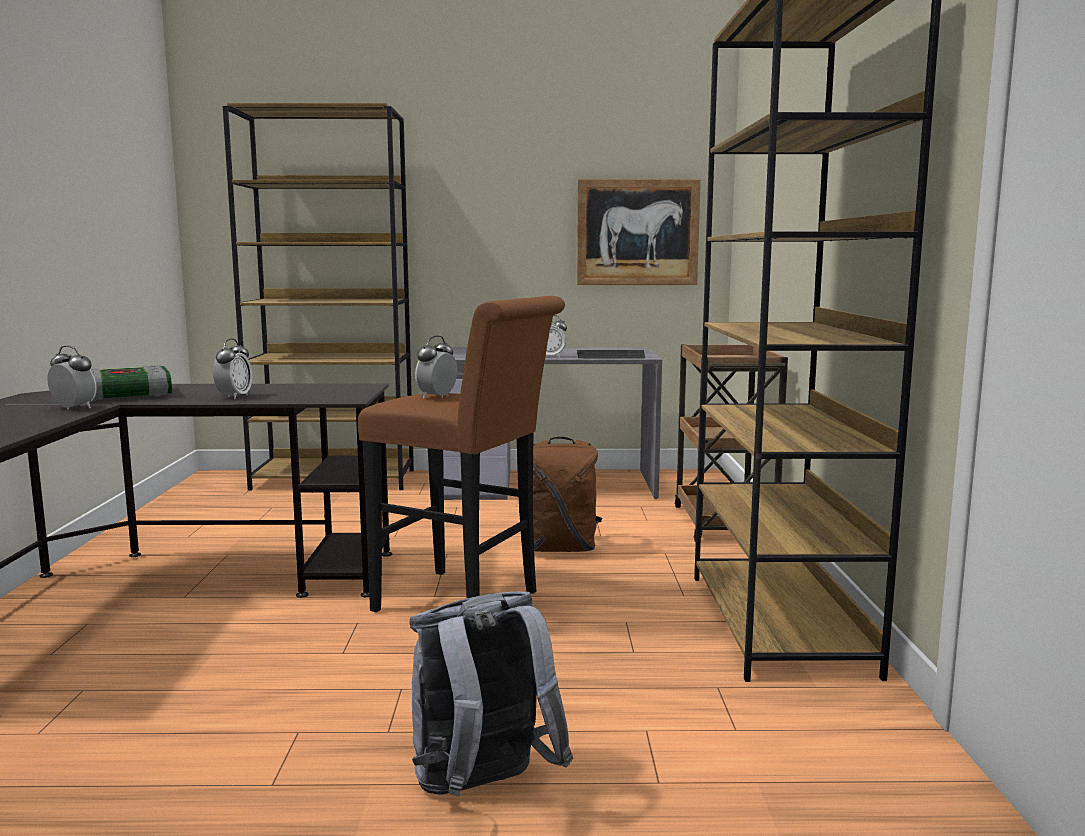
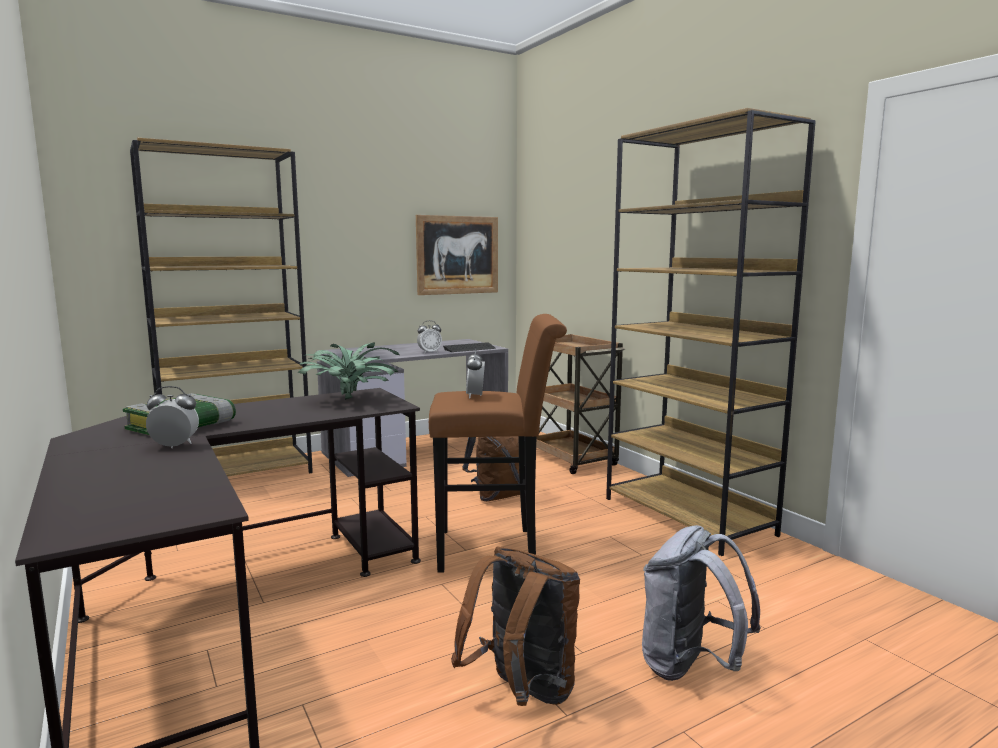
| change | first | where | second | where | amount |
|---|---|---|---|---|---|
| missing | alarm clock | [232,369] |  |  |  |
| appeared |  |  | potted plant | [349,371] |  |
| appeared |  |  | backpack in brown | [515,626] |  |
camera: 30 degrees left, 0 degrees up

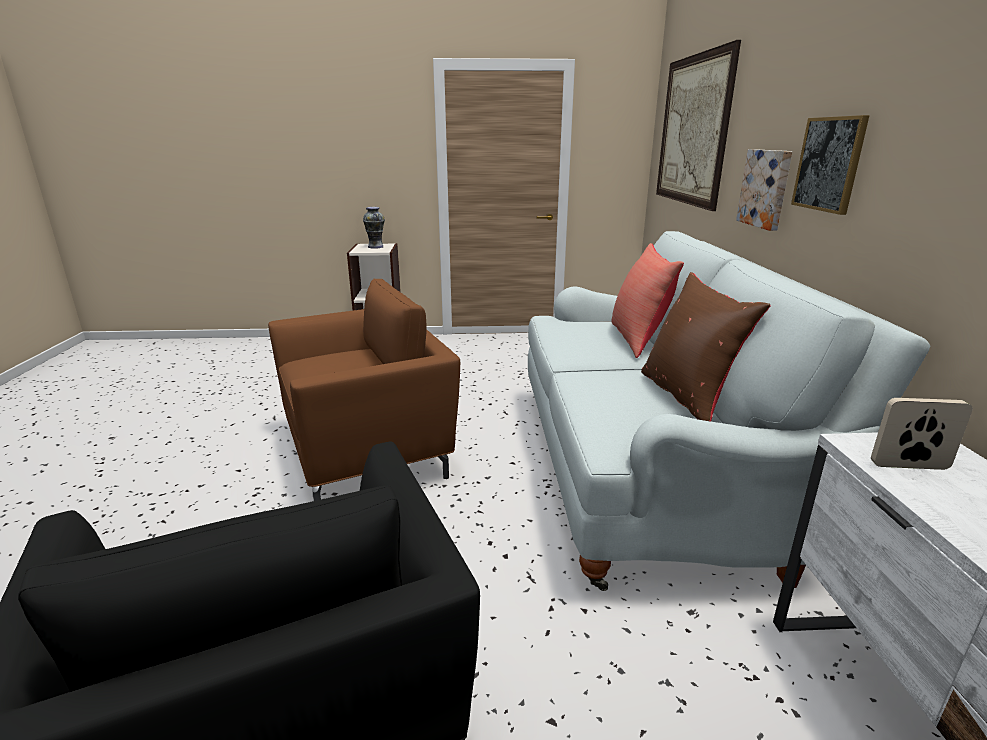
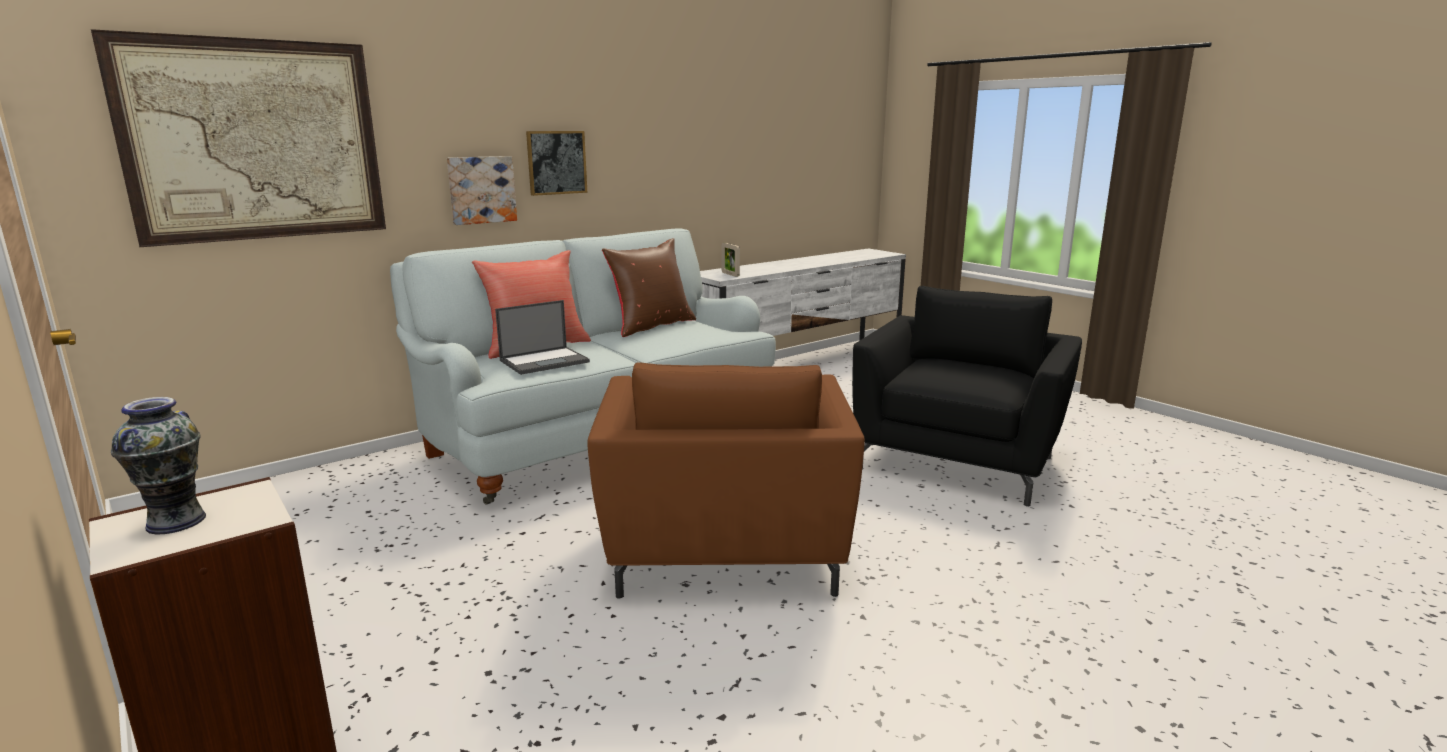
| change | first | where | second | where | amount |
|---|---|---|---|---|---|
| spun | armchair in brown | [364,390] |  | [726,480] | 120 degrees counterclockwise |
| appeared |  |  | laptop | [542,337] |  |
camera: 125 degrees left, 5 degrees down

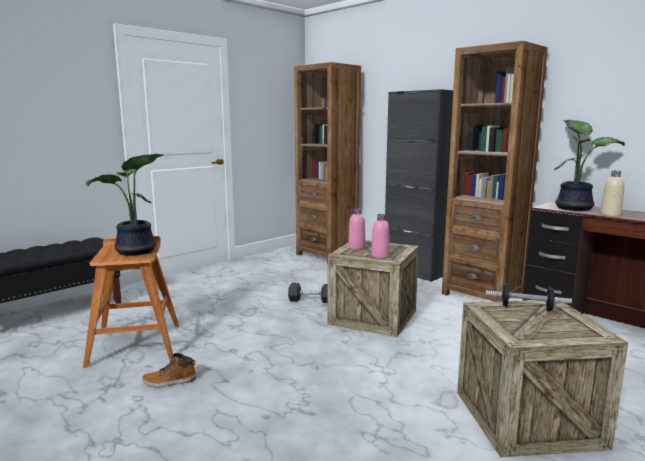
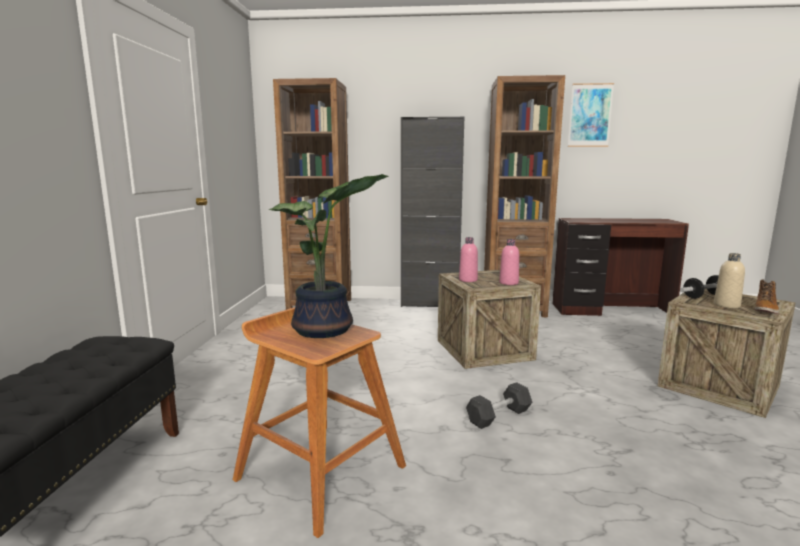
| change | first | where | second | where | amount |
|---|---|---|---|---|---|
| relocated | boot | [169,370] |  | [767,297] |  |
| relocated | dumbbell in grey | [307,293] |  | [499,405] |  |
| missing | potted plant | [589,165] |  |  |  |
| relocated | bottle in beige | [612,193] |  | [729,280] |  |
| appeared |  |  | picture | [591,115] |  |
camera: 40 degrees left, 0 degrees up

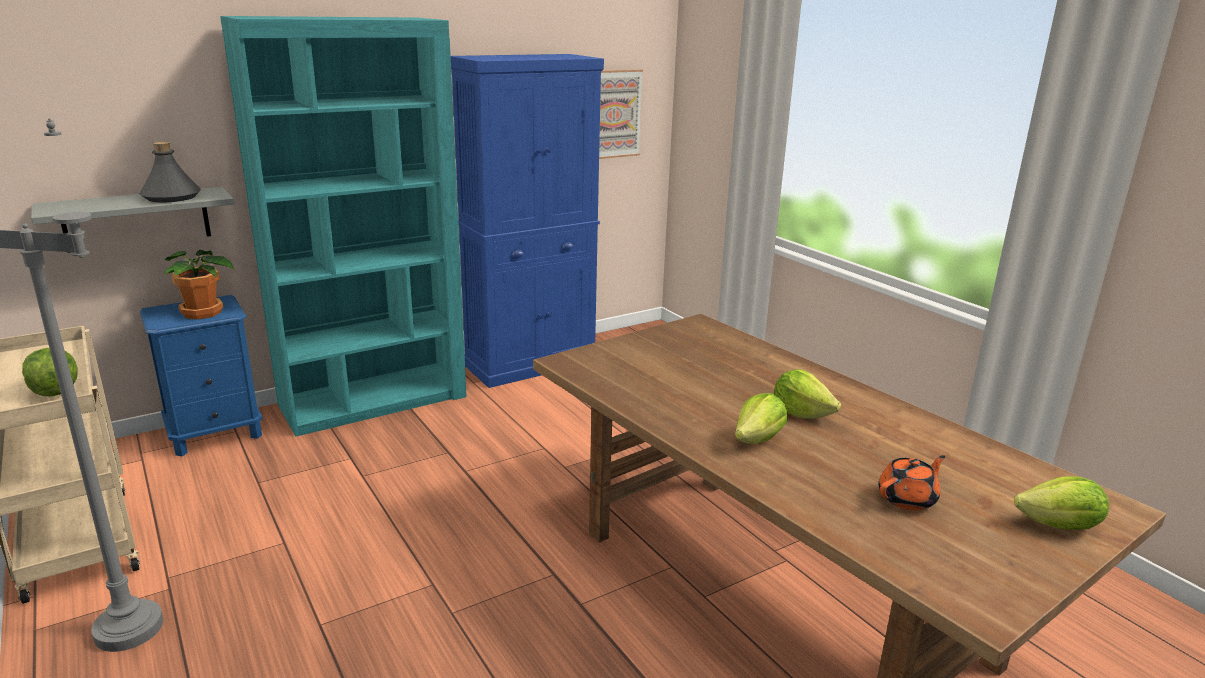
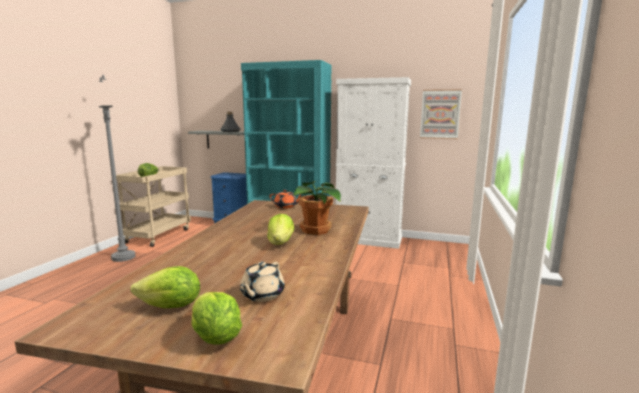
| change | first | where | second | where | amount |
|---|---|---|---|---|---|
| relocated | potted plant | [199,285] |  | [317,208] |  |
| colour | cabinet in blue | [527,221] | cabinet in white | [373,163] |  |
| relocated | lettuce | [761,418] |  | [165,287] |  |
| relocated | teapot in orange | [911,483] |  | [286,199] |  |
| appeared |  |  | teapot in beige | [262,282] |  |
camera: 50 degrees right, 10 degrees down

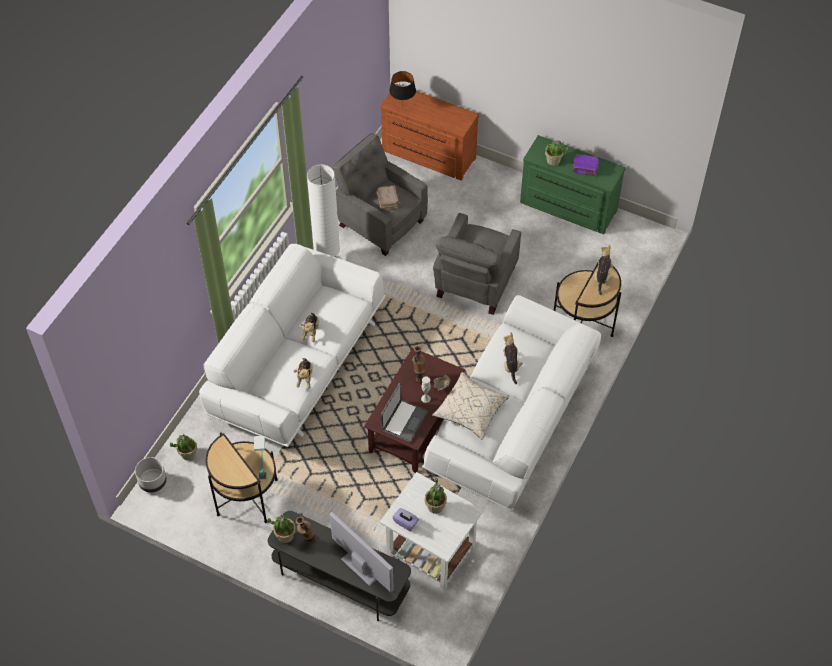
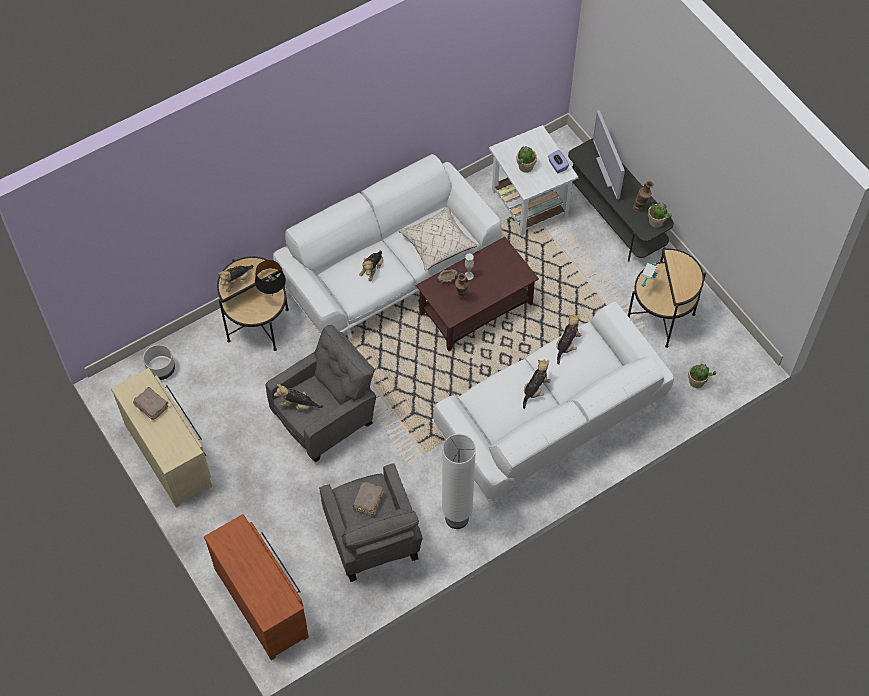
| change | first | where | second | where | amount |
|---|---|---|---|---|---|
| relocated | planter in grey | [151,475] |  | [159,362] |  |
| missing | laptop | [404,413] |  |  |  |
| relocated | table lamp in black | [402,85] |  | [270,278] |  |
| colour | dresser in green | [573,184] | dresser in beige | [161,437] |  |
| missing | potted plant | [557,153] |  |  |  |
| colour | book in purple | [585,165] | book in brown | [150,403] |  |
| appeared |  |  | plush toy | [298,397] |  |
camera: 150 degrees left, 5 degrees up

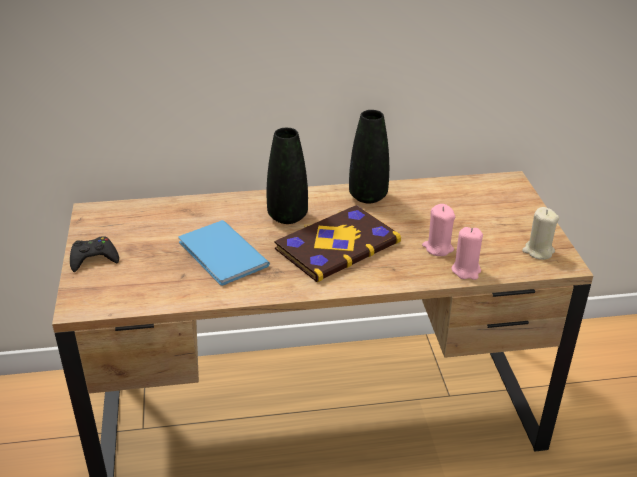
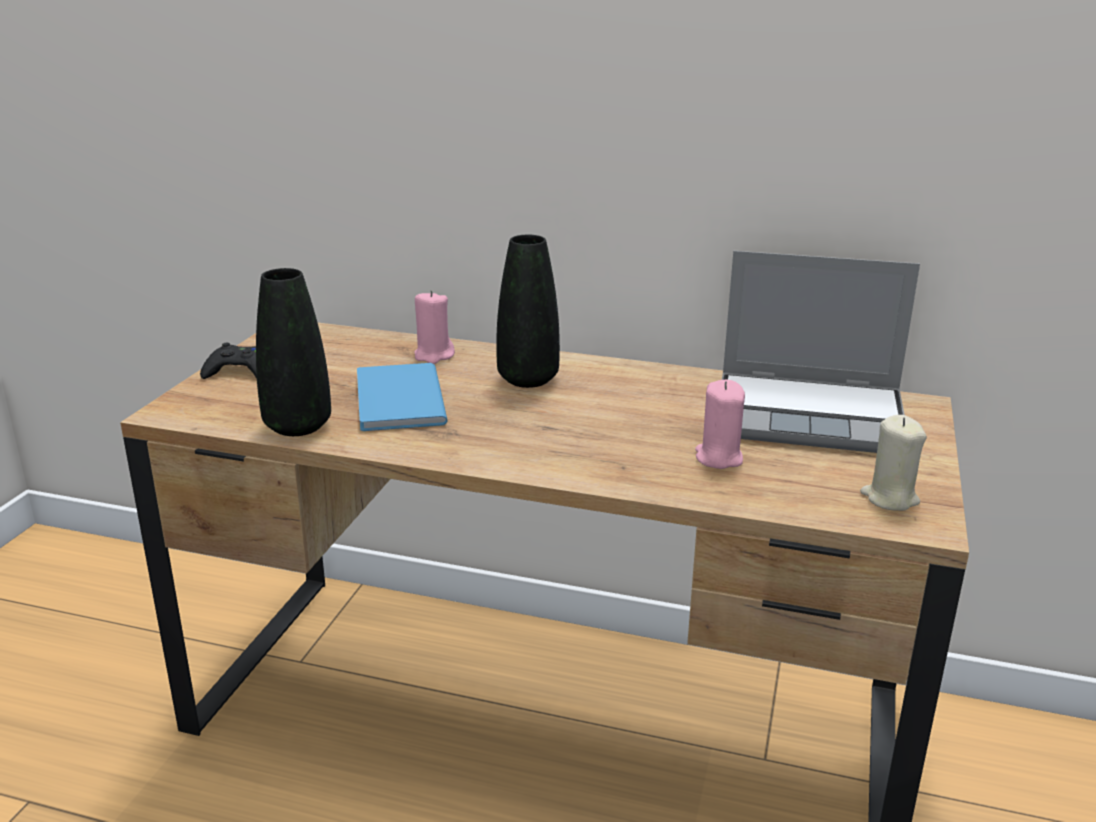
| change | first | where | second | where | amount |
|---|---|---|---|---|---|
| missing | book | [338,243] |  |  |  |
| relocated | vase in black | [369,156] |  | [293,352] |  |
| relocated | candle in pink | [467,253] |  | [434,327] |  |
| appeared |  |  | laptop | [821,352] |  |
camera: 25 degrees right, 10 degrees down

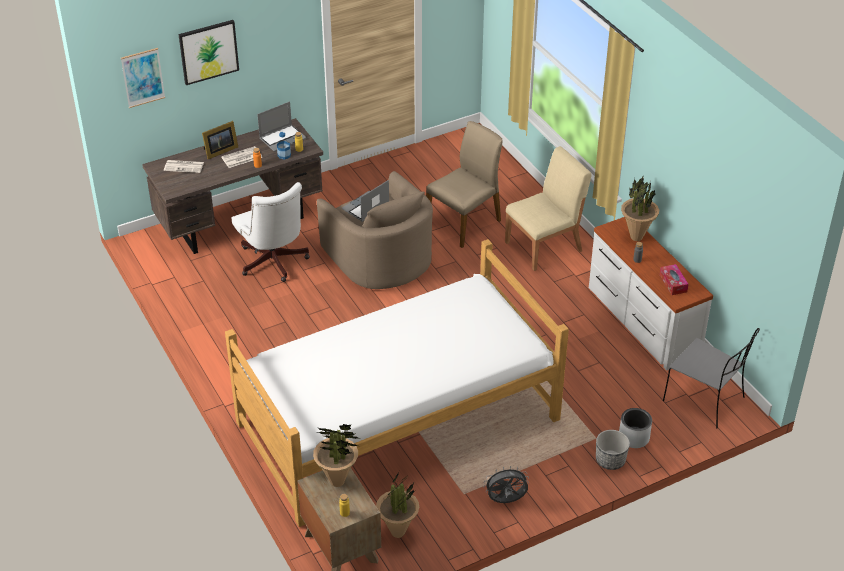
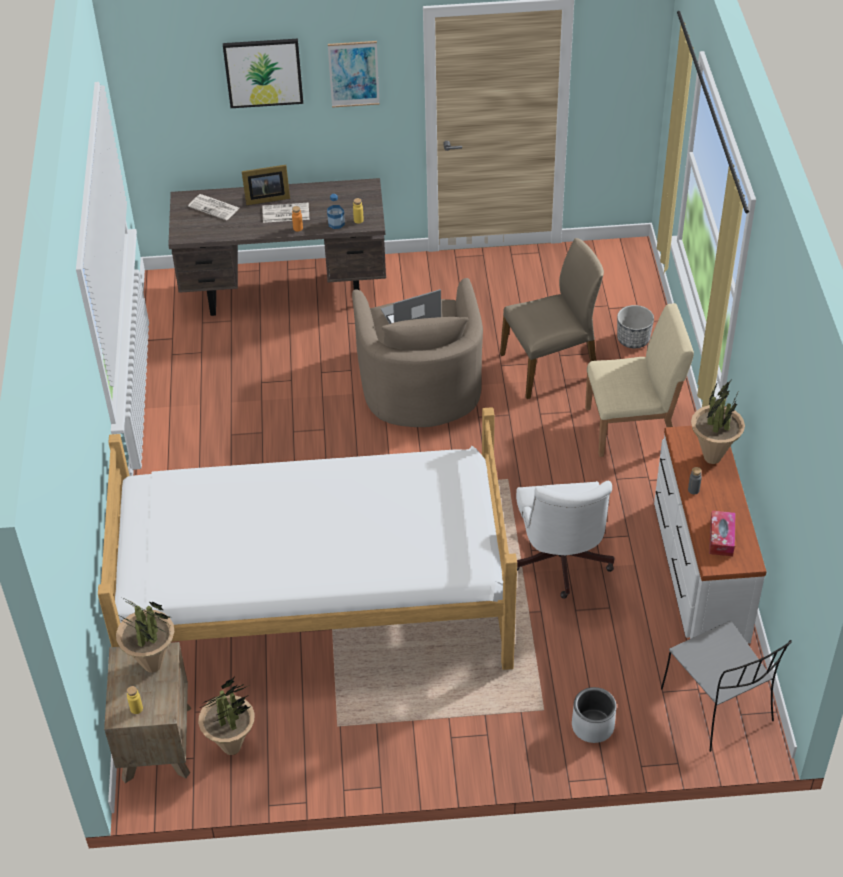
| change | first | where | second | where | amount |
|---|---|---|---|---|---|
| relocated | picture | [143,78] |  | [354,74] |  |
| relocated | office chair in white | [270,232] |  | [565,540] |  |
| missing | laptop | [282,126] |  |  |  |
| missing | fan in grey | [506,484] |  |  |  |
| relocated | planter | [613,450] |  | [635,326] |  |
camera: 25 degrees right, 5 degrees up

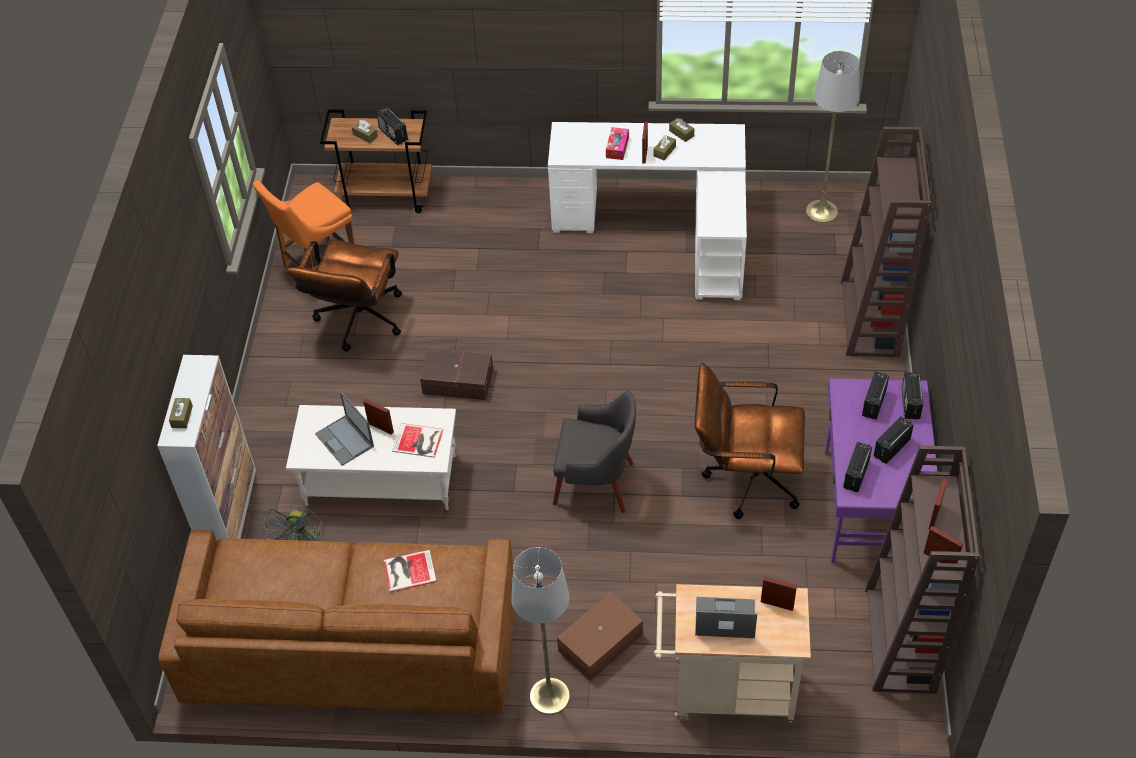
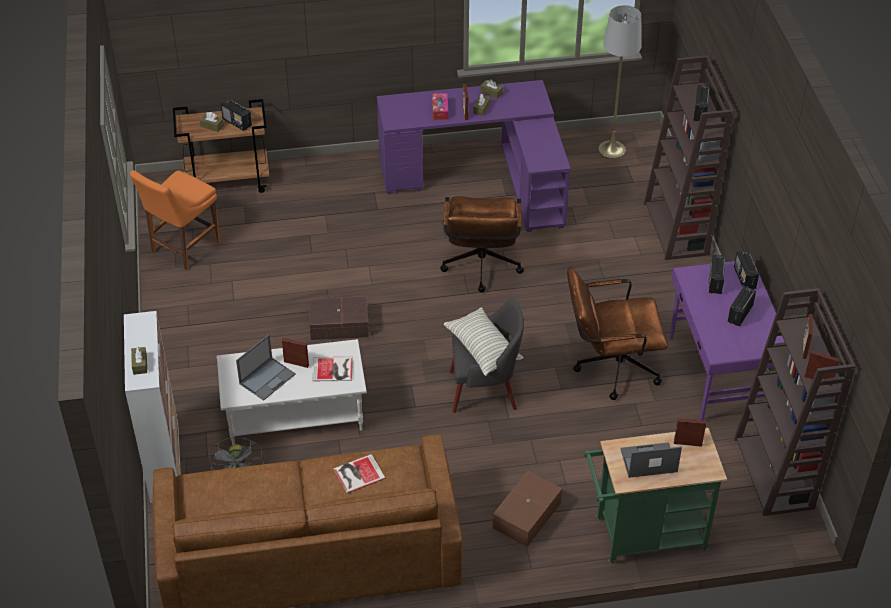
| change | first | where | second | where | amount |
|---|---|---|---|---|---|
| relocated | office chair in brown | [344,295] |  | [482,244] |  |
| spun | laptop | [344,429] |  | [266,368] | 90 degrees counterclockwise |
| missing | floor lamp in grey | [540,631] |  |  |  |
| colour | desk in white | [647,211] | desk in purple | [474,156] |  |
| colour | cart in beige | [732,653] | cart in green | [655,496] |  |
| relocated | radio | [857,467] |  | [701,103] |  |
| appeared |  |  | pillow | [484,342] |  |
camera: 15 degrees left, 5 degrees down

